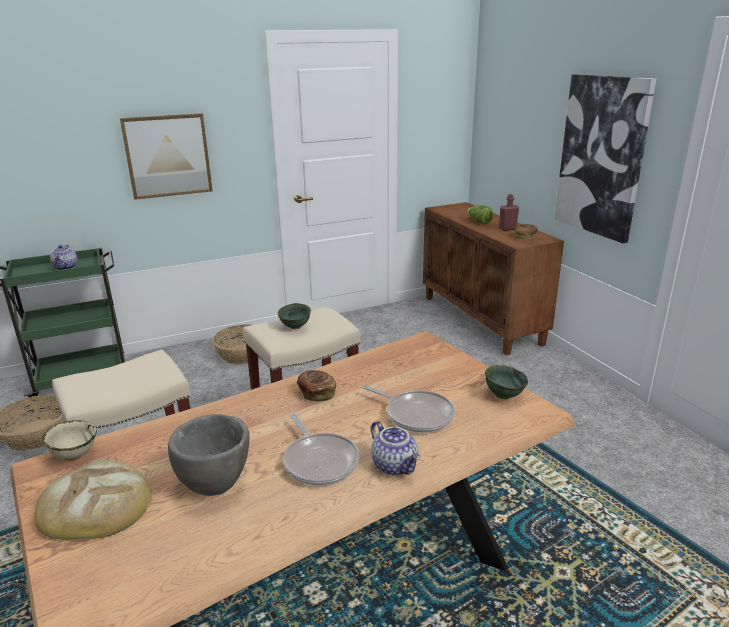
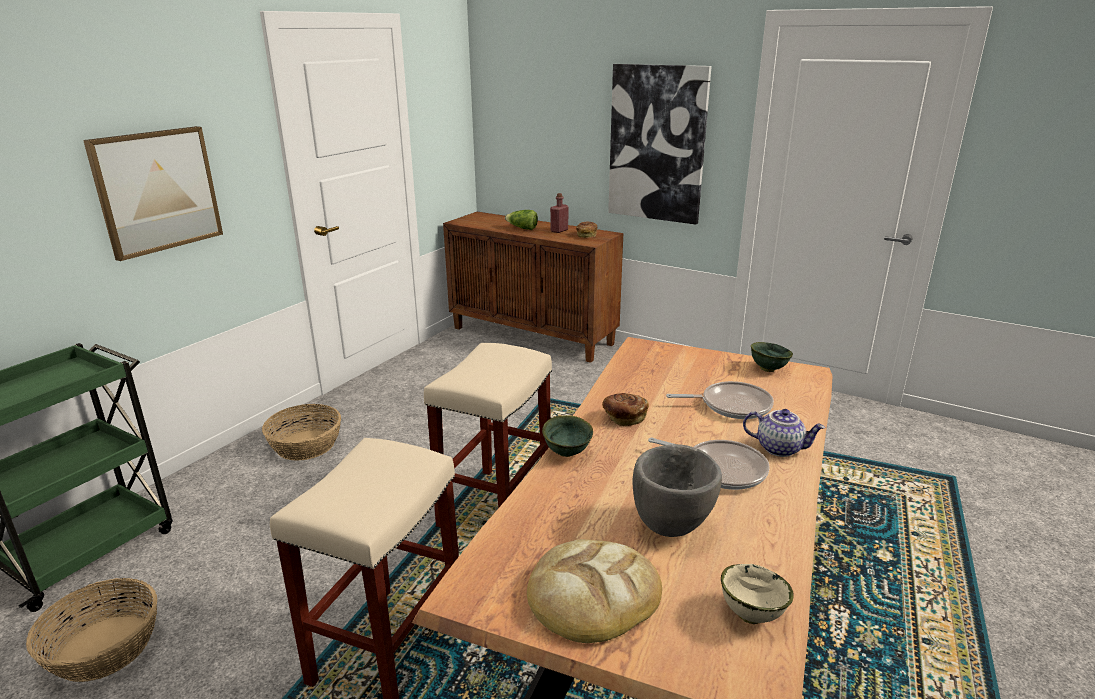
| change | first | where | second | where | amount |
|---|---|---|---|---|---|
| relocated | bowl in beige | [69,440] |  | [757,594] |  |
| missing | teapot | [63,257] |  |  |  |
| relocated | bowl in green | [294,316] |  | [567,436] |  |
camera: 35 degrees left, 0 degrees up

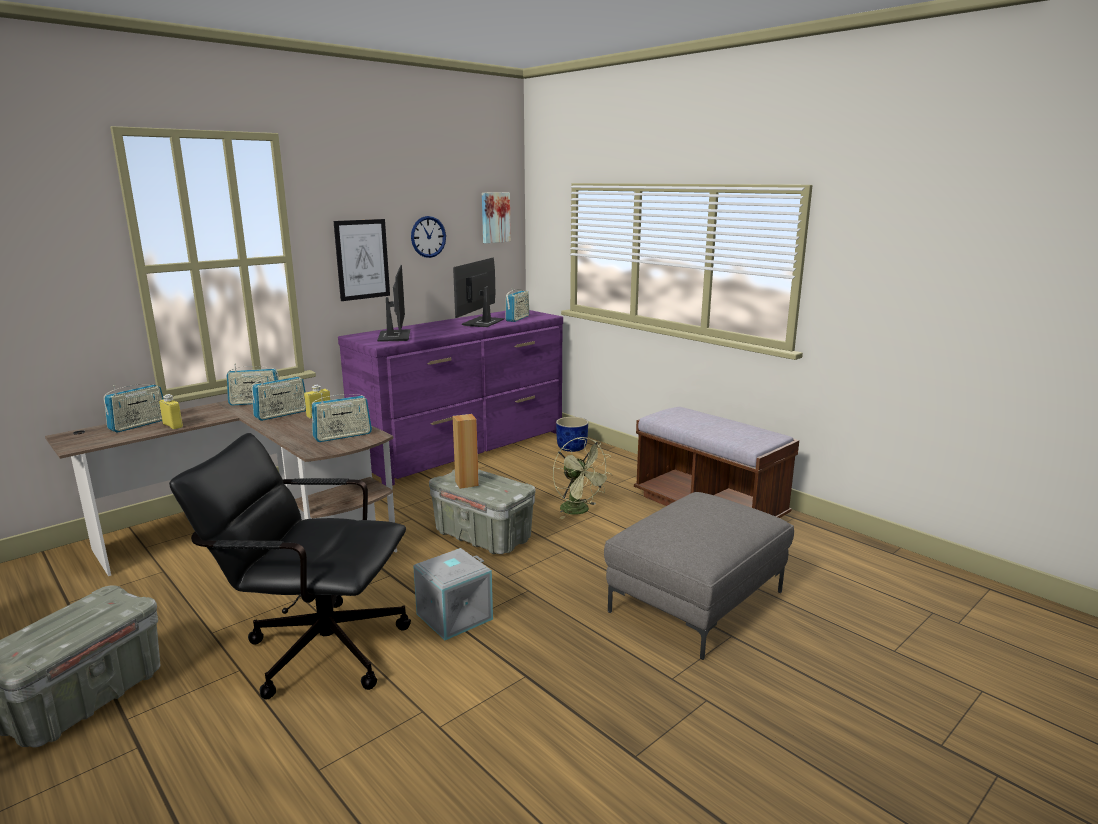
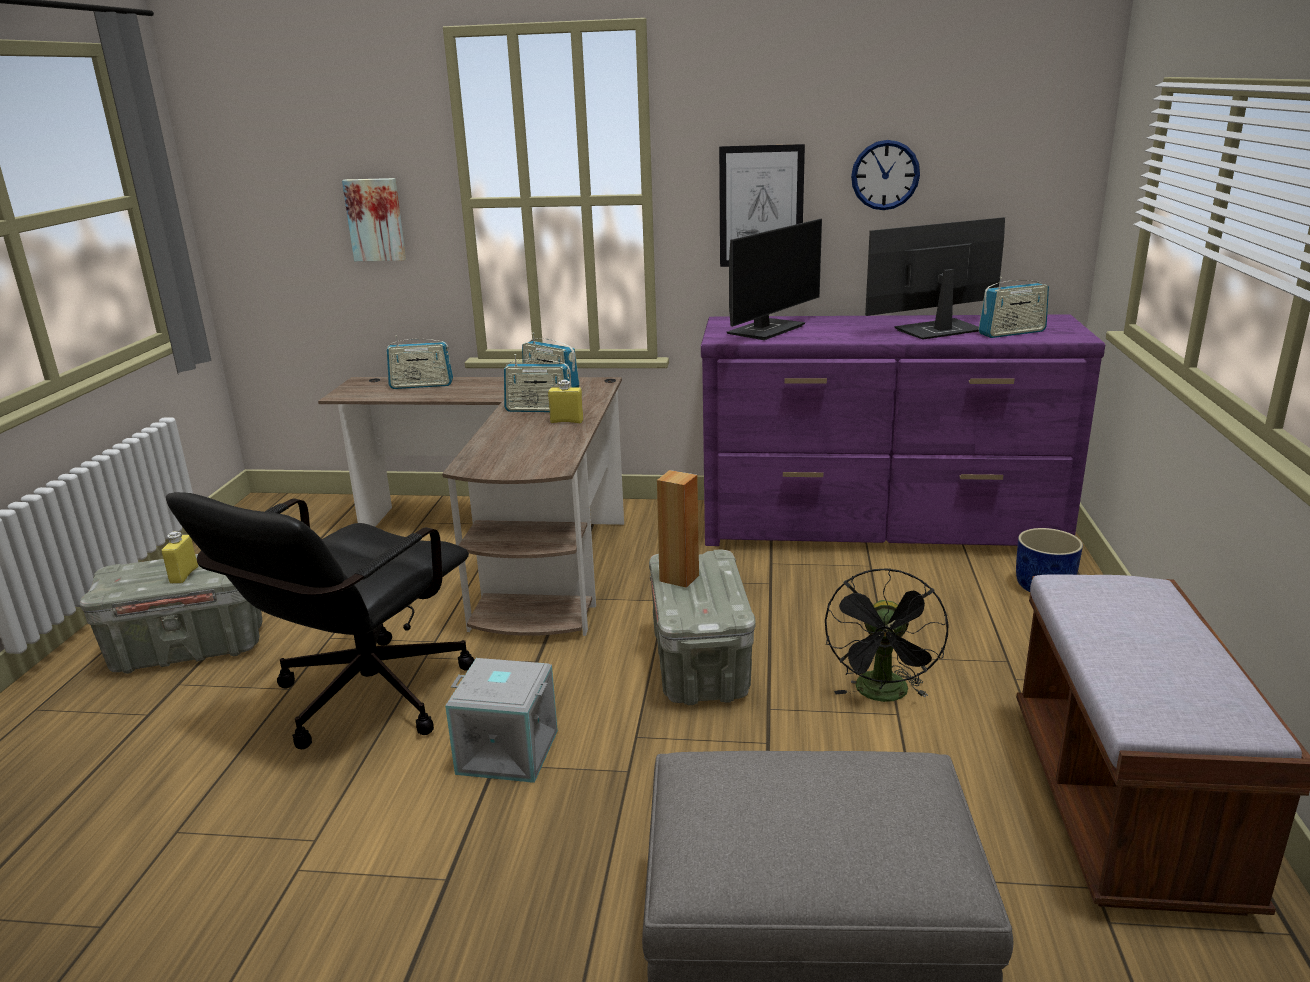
| change | first | where | second | where | amount |
|---|---|---|---|---|---|
| relocated | bottle in yellow | [171,412] |  | [179,557] |  |
| spun | office chair in black | [290,566] |  | [320,620] | 120 degrees counterclockwise |
| missing | radio | [341,417] |  |  |  |
| relocated | picture | [496,217] |  | [374,219] |  |
| colour | fan in green | [582,478] | fan in black | [886,635] |  |
camera: 50 degrees right, 5 degrees up

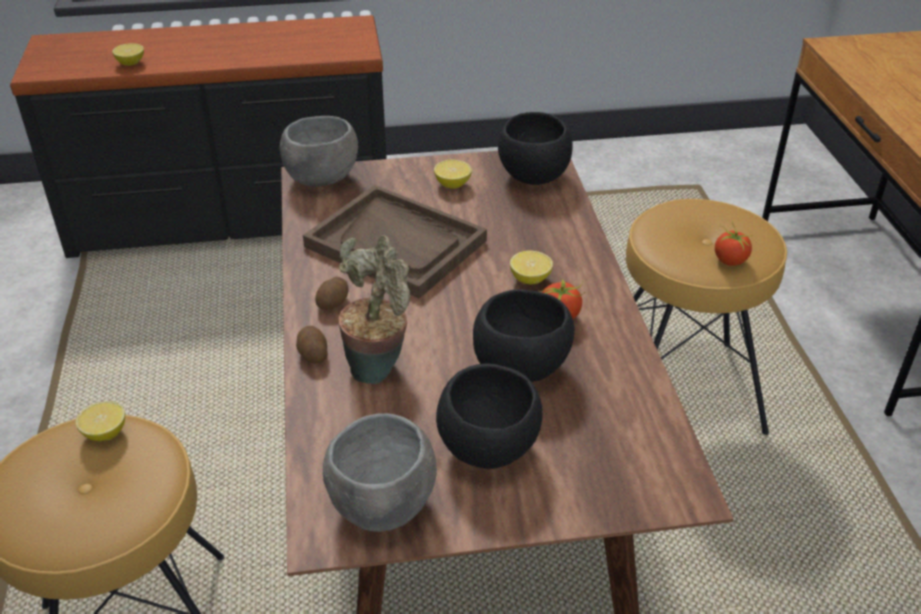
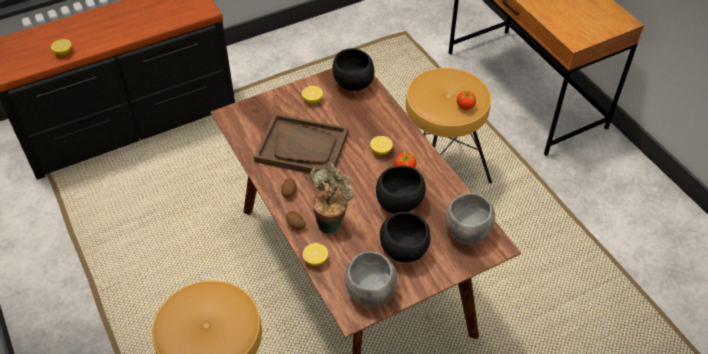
| change | first | where | second | where | amount |
|---|---|---|---|---|---|
| relocated | lemon | [100,421] |  | [315,254] |  |
| relocated | bowl in grey | [319,151] |  | [470,219] |  |
camera: 20 degrees left, 10 degrees up

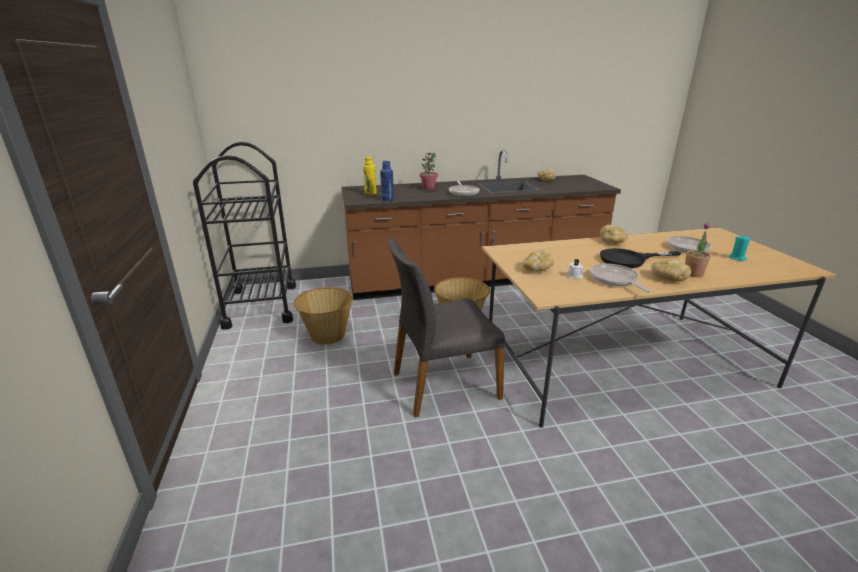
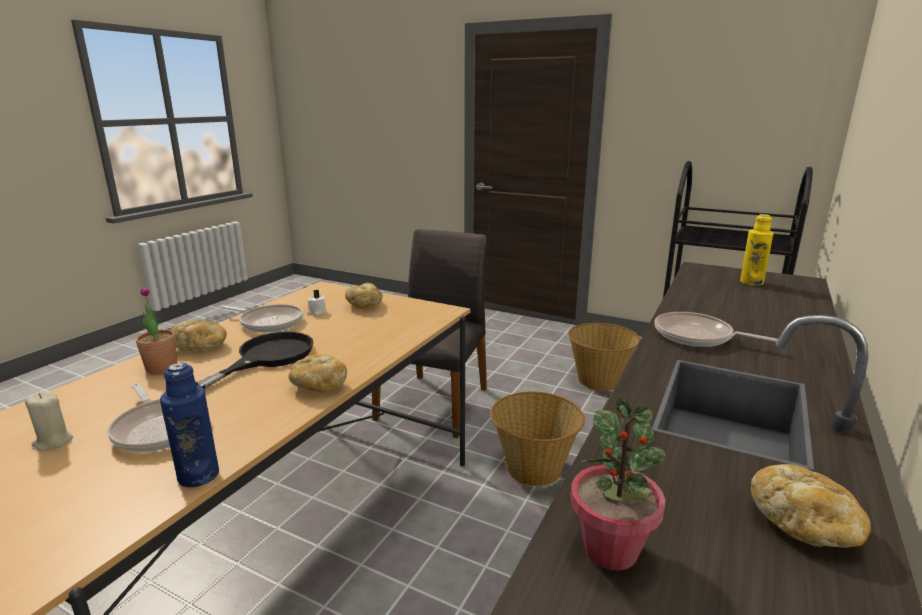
| change | first | where | second | where | amount |
|---|---|---|---|---|---|
| relocated | bottle in blue | [387,180] |  | [189,424] |  |
| relocated | potted plant | [428,171] |  | [618,484] |  |
| colour | candle in turquoise | [739,248] | candle in beige | [49,421] |  |
camera: 130 degrees right, 5 degrees down

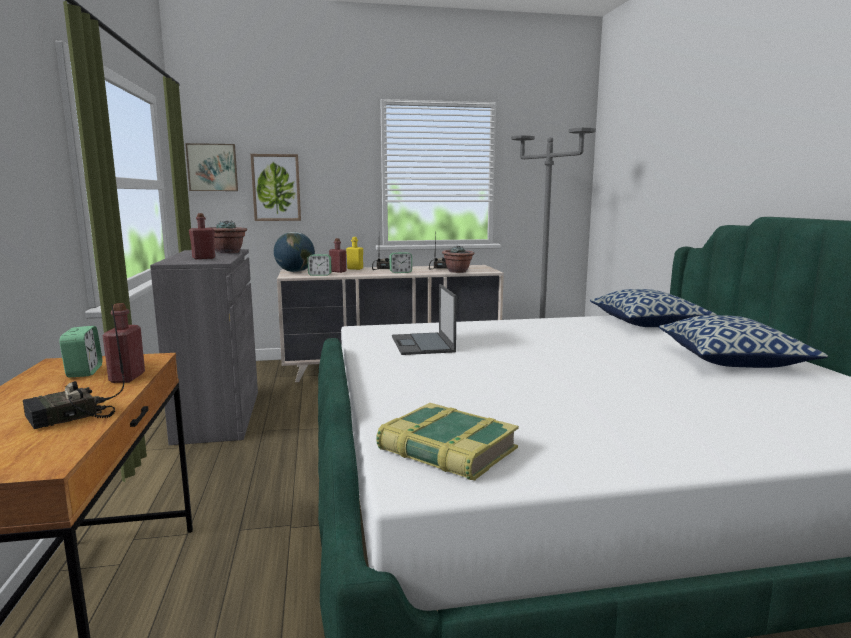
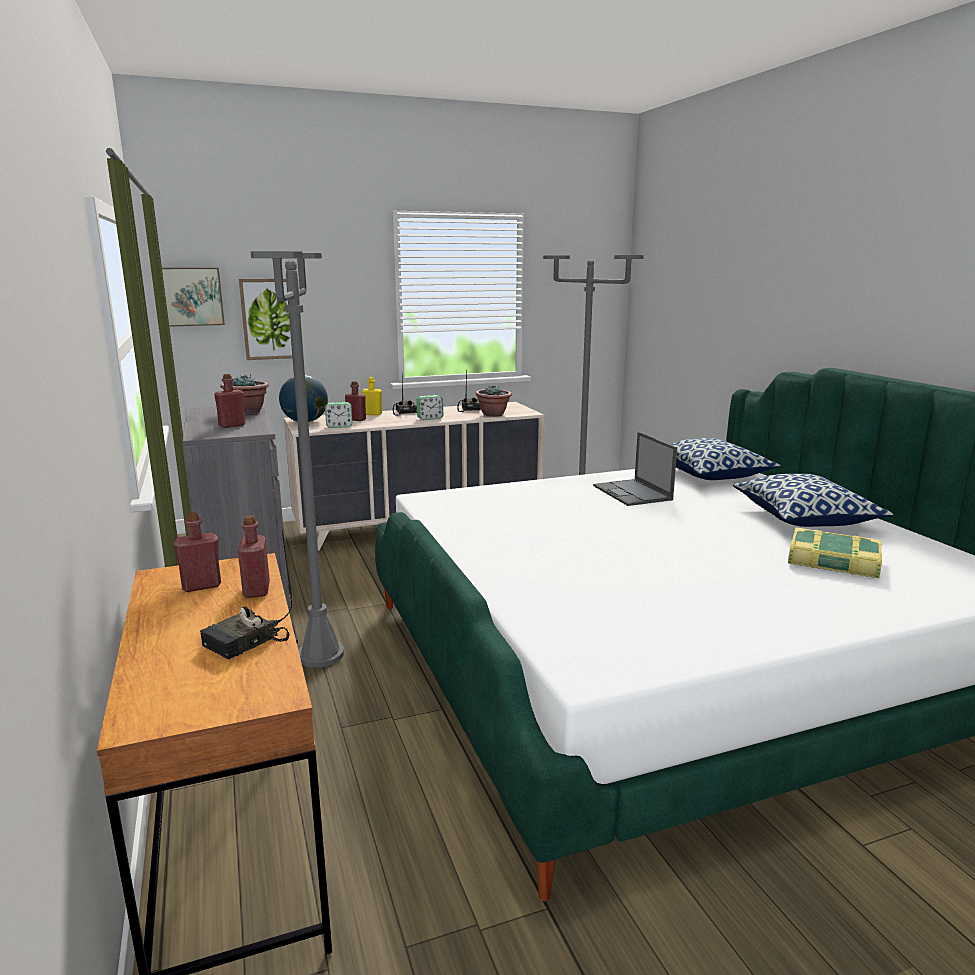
| change | first | where | second | where | amount |
|---|---|---|---|---|---|
| exchanged | alarm clock | [80,352] | bottle in red | [197,552] |  |
| relocated | book | [447,441] |  | [835,553] |  |
| relocated | laptop | [424,319] |  | [635,469] |  |
| appeared |  |  | floor lamp in grey | [297,459] |  |
camera: 10 degrees left, 5 degrees up

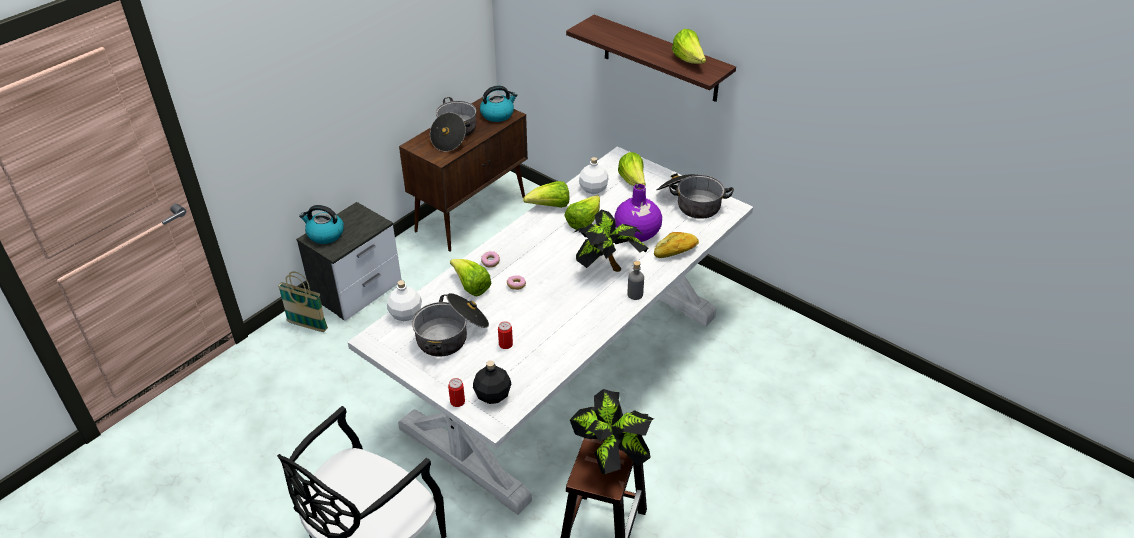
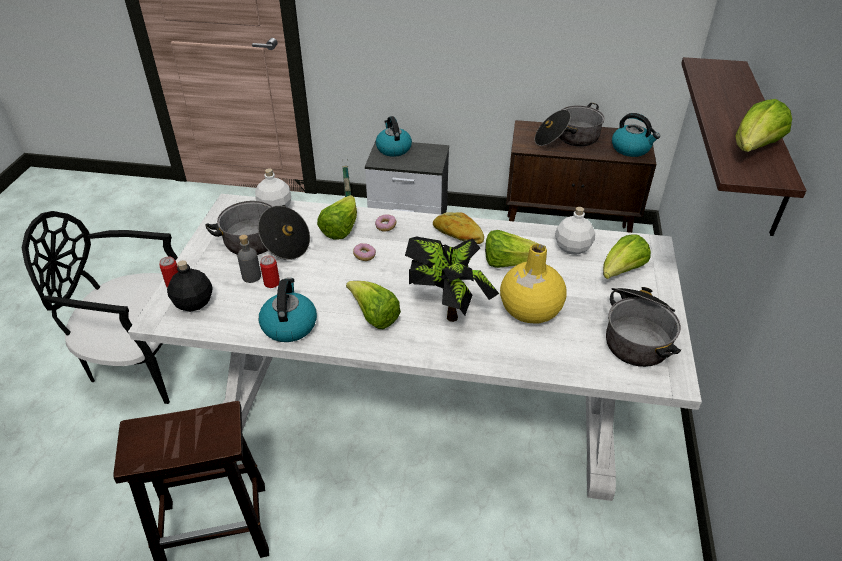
| change | first | where | second | where | amount |
|---|---|---|---|---|---|
| relocated | lettuce | [546,194] |  | [373,305] |  |
| missing | potted plant | [612,431] |  |  |  |
| colour | vase in purple | [638,213] | vase in yellow | [533,283] |  |
| relocated | bottle in grey | [636,280] |  | [249,259] |  |
| relocated | bread | [676,245] |  | [458,228] |  |
| appeared |  |  | kettle | [288,310] |  |
camera: 60 degrees right, 0 degrees up

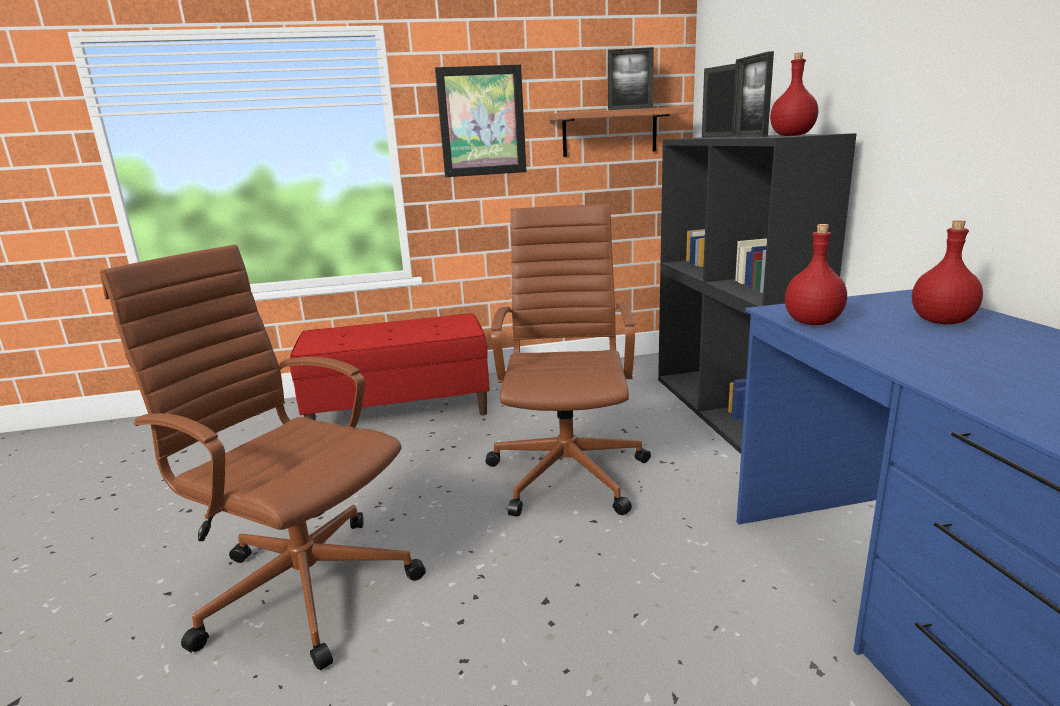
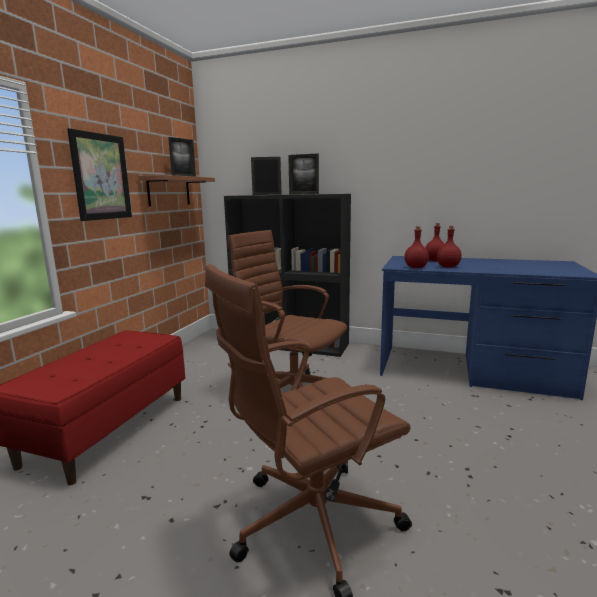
| change | first | where | second | where | amount |
|---|---|---|---|---|---|
| relocated | bottle in red | [794,94] |  | [449,246] |  |
camera: 60 degrees left, 5 degrees down

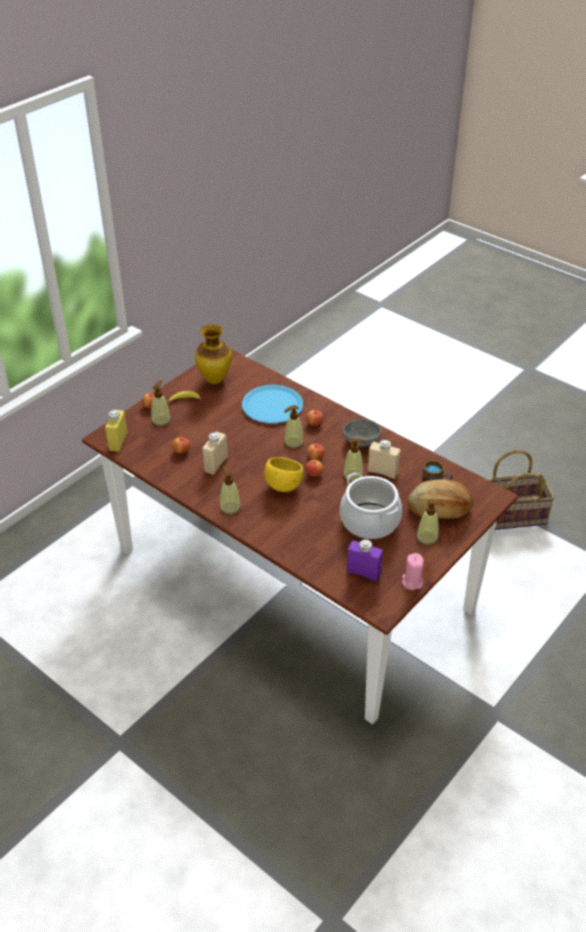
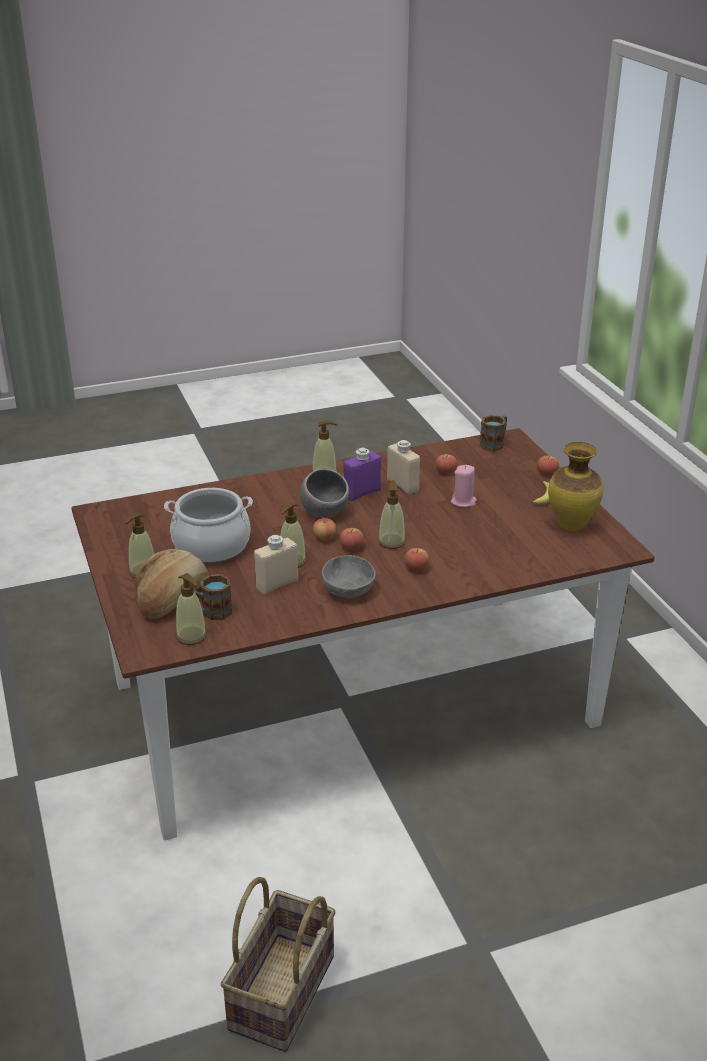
| change | first | where | second | where | amount |
|---|---|---|---|---|---|
| exchanged | bottle in yellow | [116,431] | mug | [493,433] |  |
| relocated | soap dispenser | [161,403] |  | [191,609] |  |
| missing | plate in blue | [272,404] |  |  |  |
| colour | bowl in yellow | [283,474] | bowl in grey | [324,493] |  |
| relocated | bottle in purple | [365,560] |  | [362,474] |  |
| relocated | candle in pink | [413,571] |  | [464,486] |  |
camera: 120 degrees right, 10 degrees down

